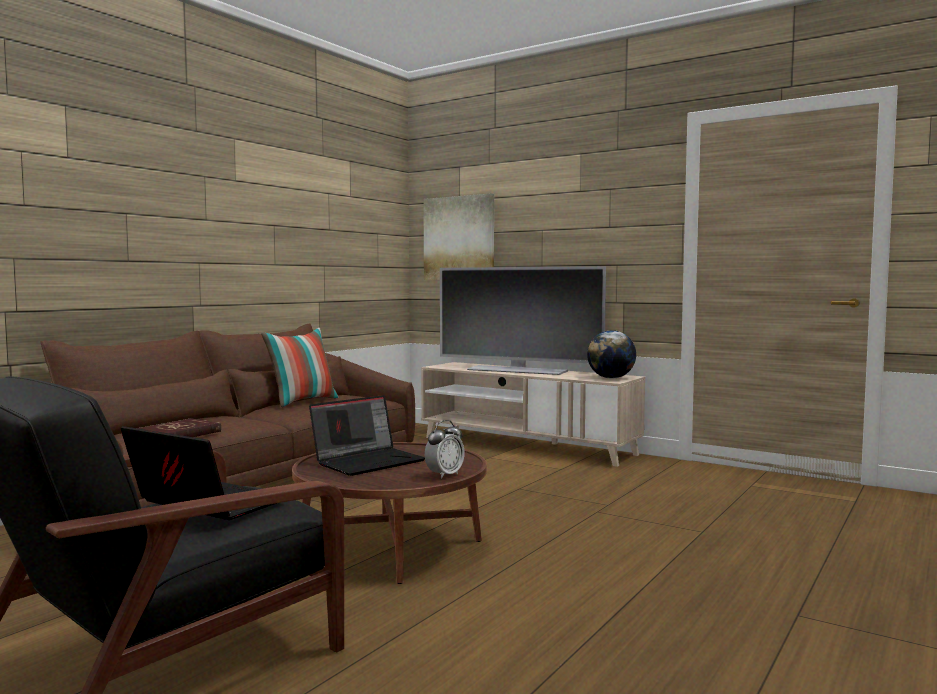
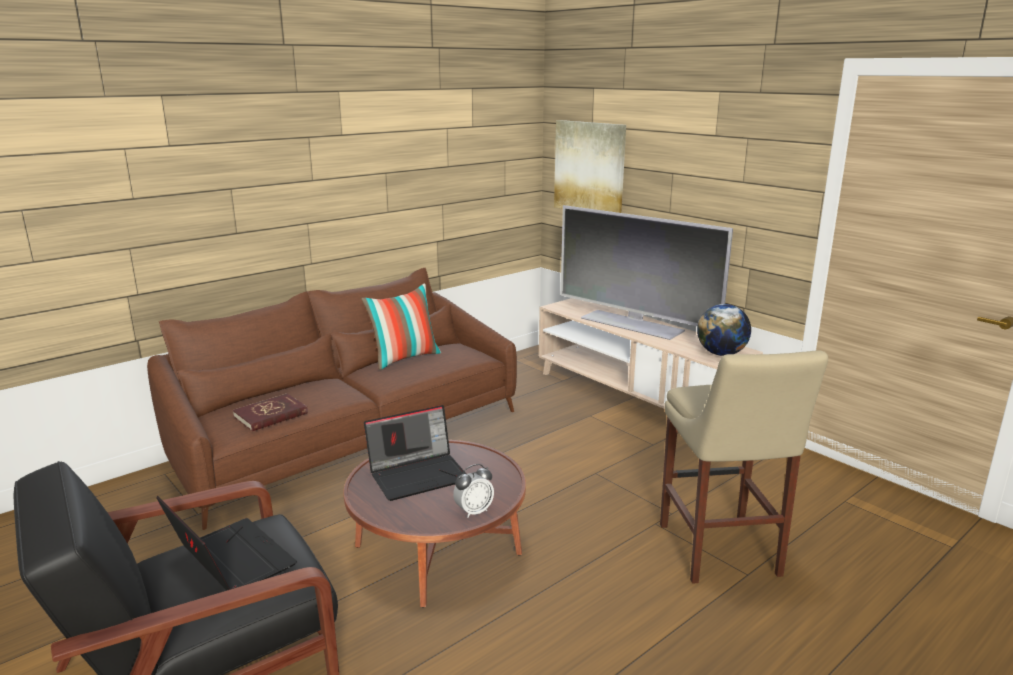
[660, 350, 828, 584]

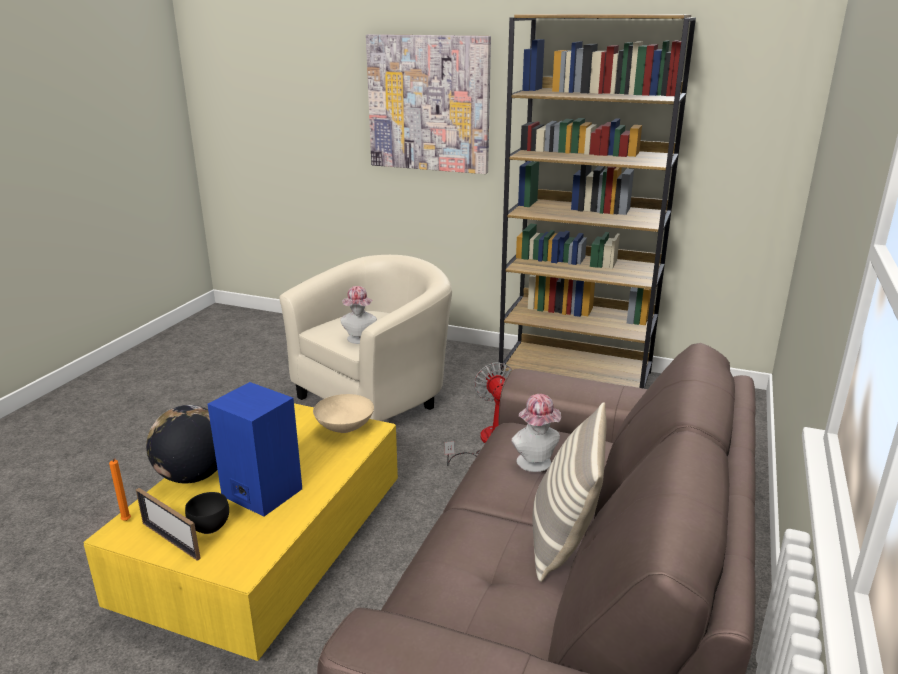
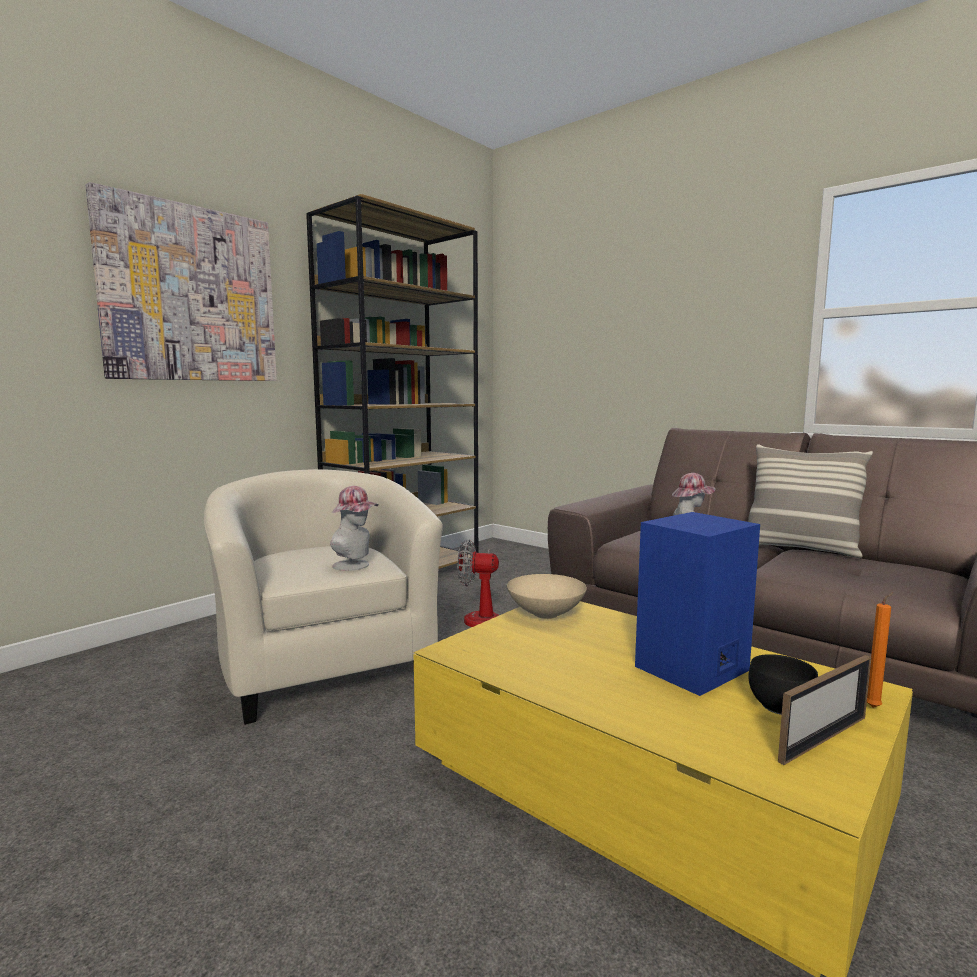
[146, 405, 218, 483] (first image)
[867, 592, 894, 708]

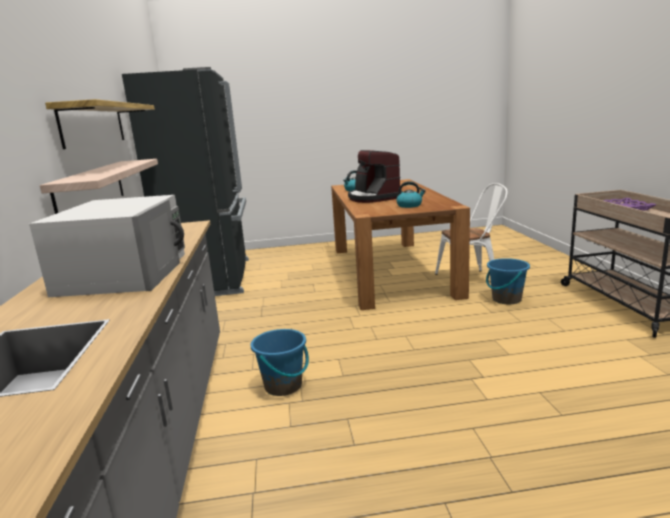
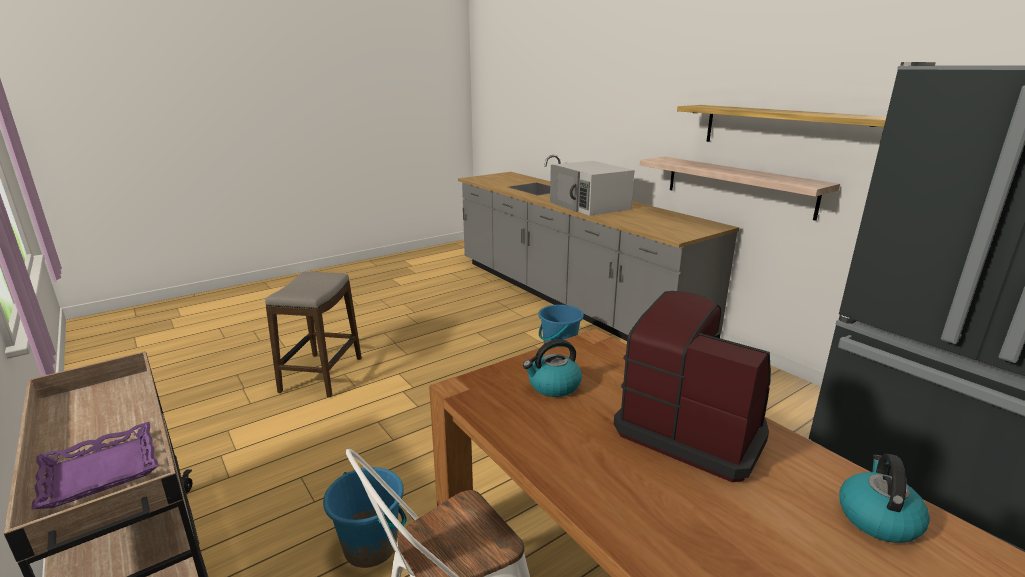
[265, 272, 362, 397]

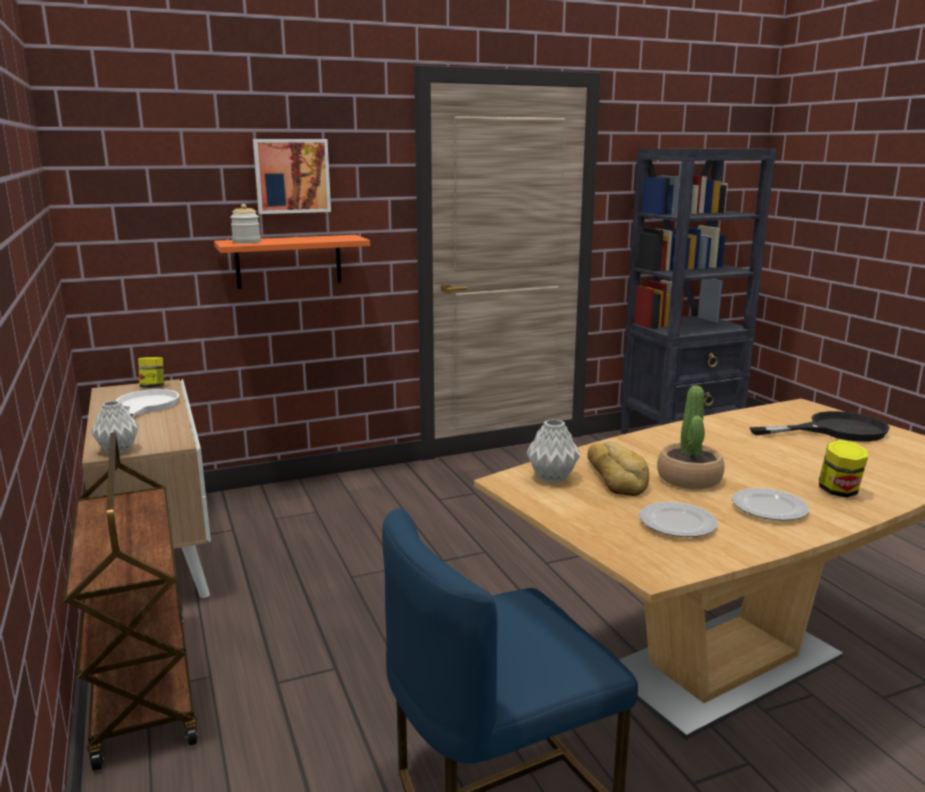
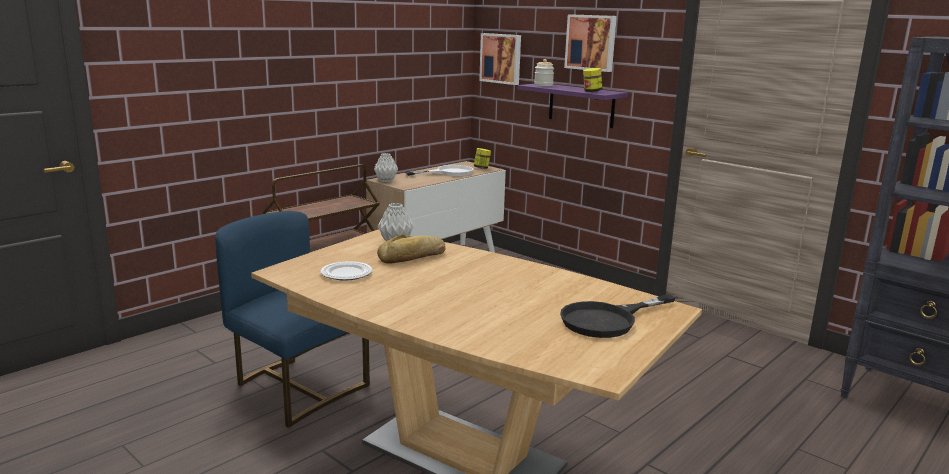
[518, 84, 628, 128]
[657, 386, 724, 489] (first image)
[560, 294, 676, 338]
[583, 68, 602, 92]
[732, 488, 810, 521] (first image)
[479, 33, 521, 85]

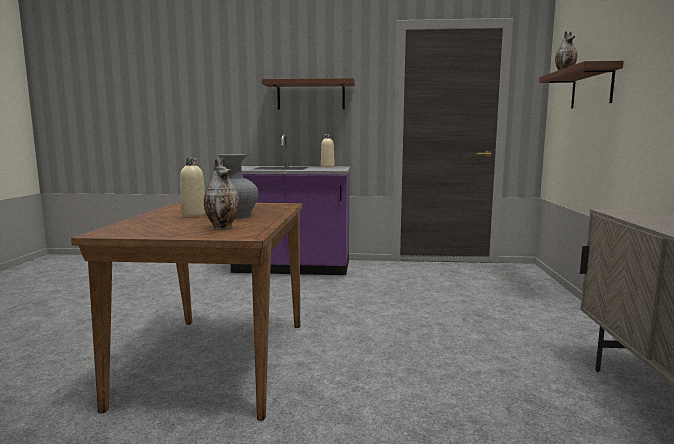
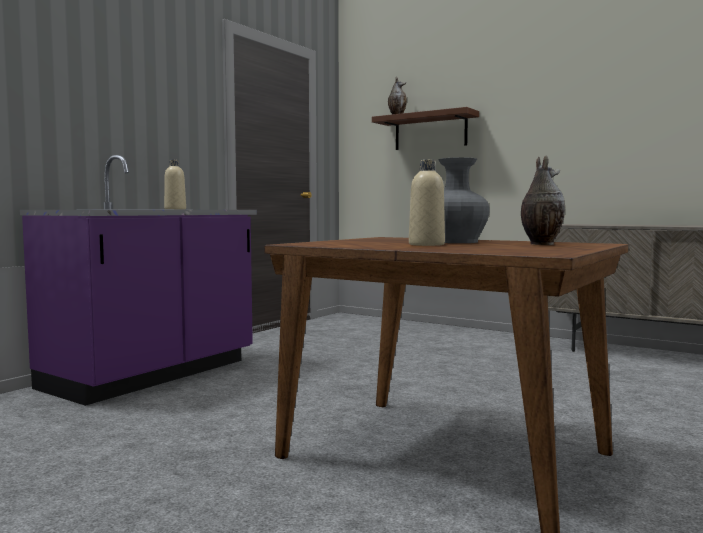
[262, 78, 355, 109] (first image)

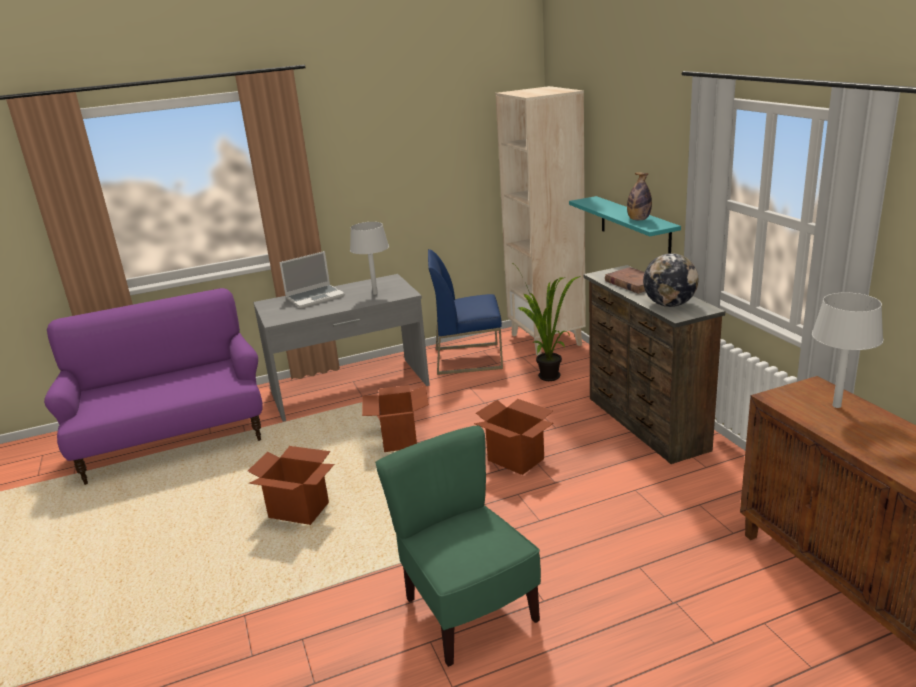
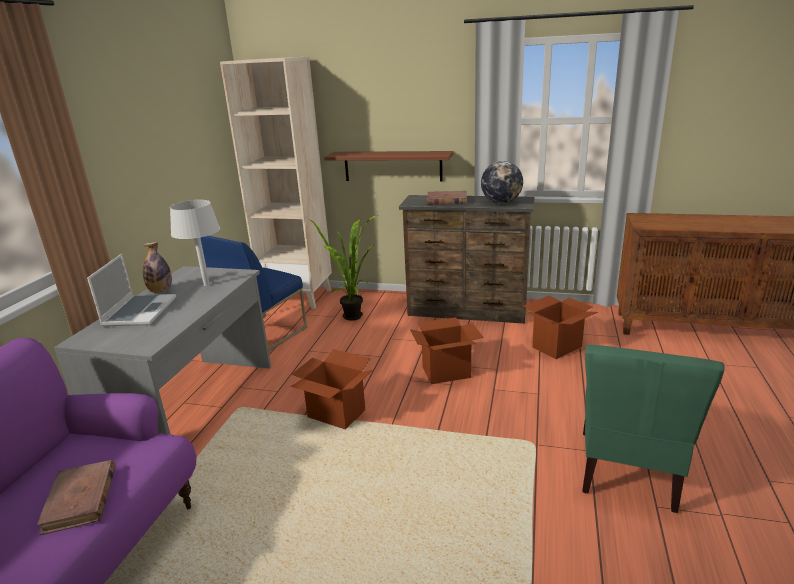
[143, 242, 172, 293]
[324, 151, 453, 182]
[812, 293, 883, 408] (first image)
[582, 345, 725, 513]
[524, 295, 598, 359]
[37, 460, 115, 535]

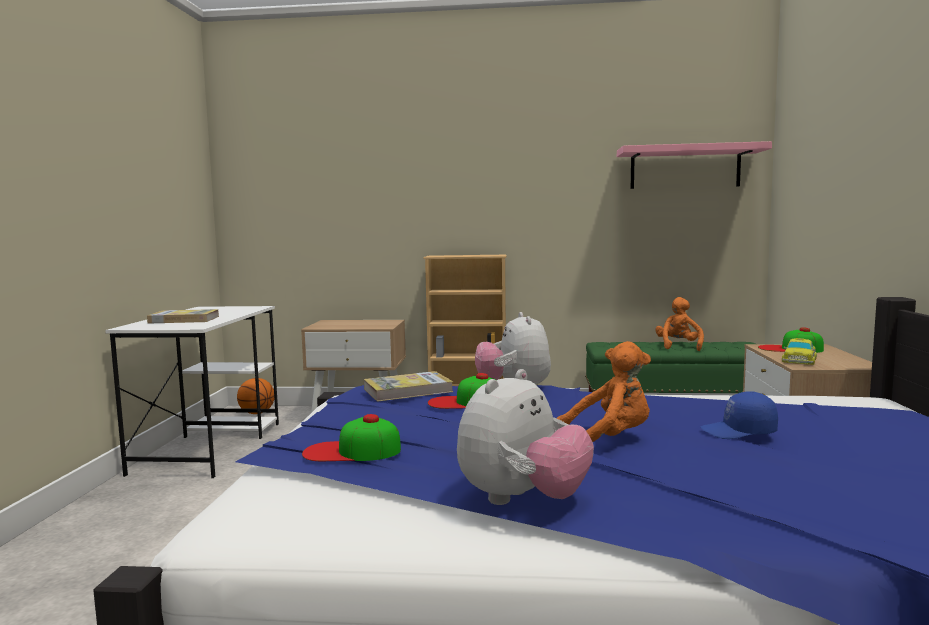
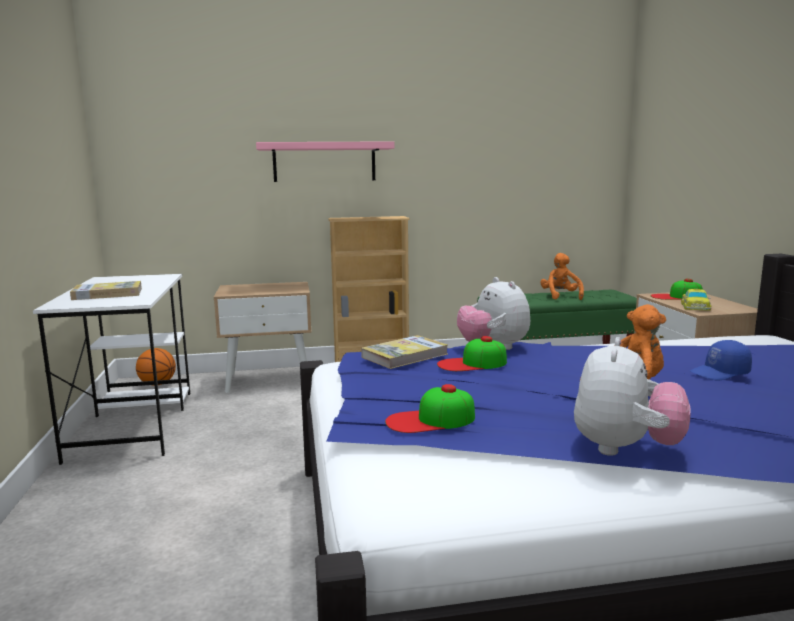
[256, 141, 395, 182]

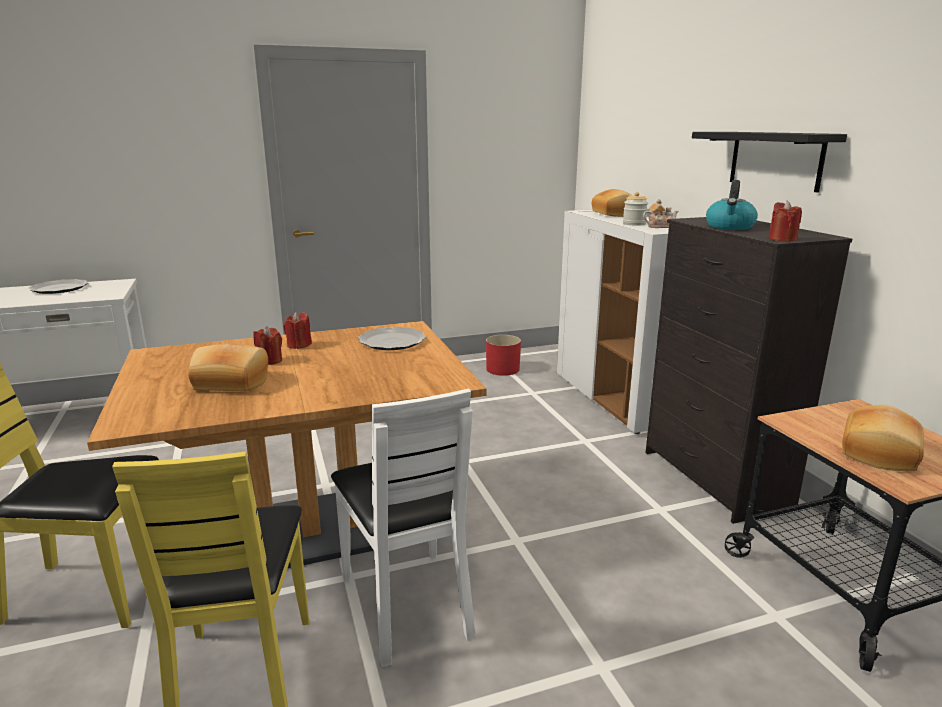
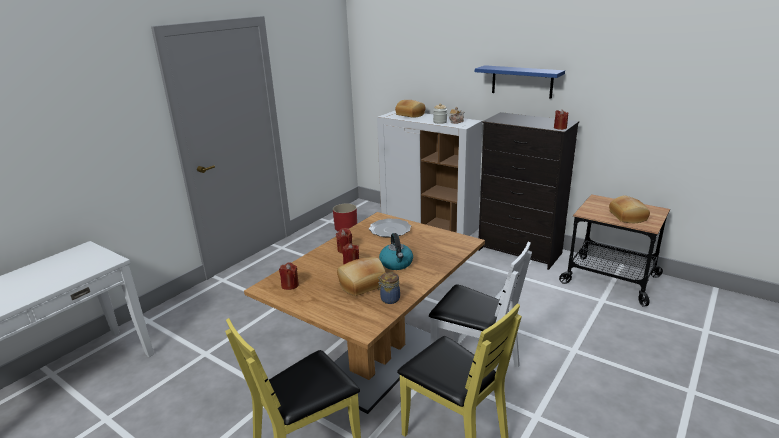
[475, 65, 565, 99]
[379, 233, 413, 270]
[28, 279, 89, 294] (first image)
[279, 262, 299, 290]
[378, 272, 400, 304]

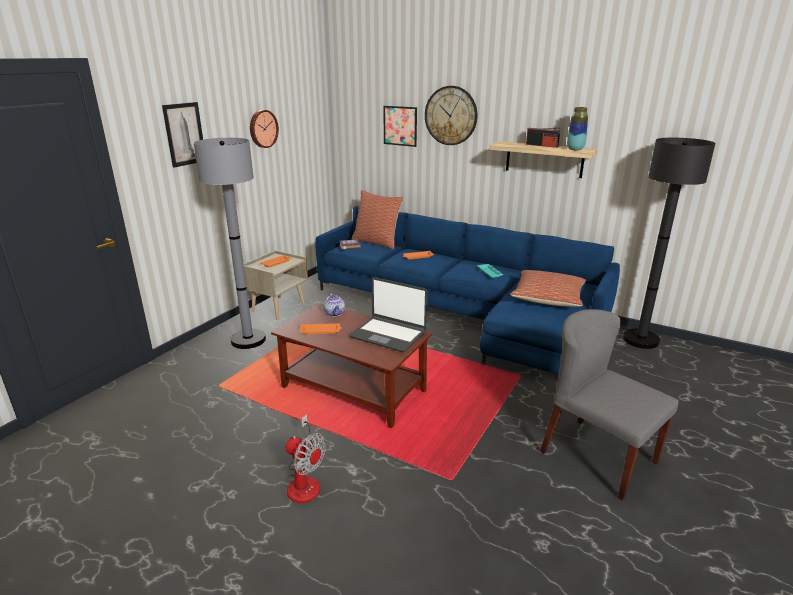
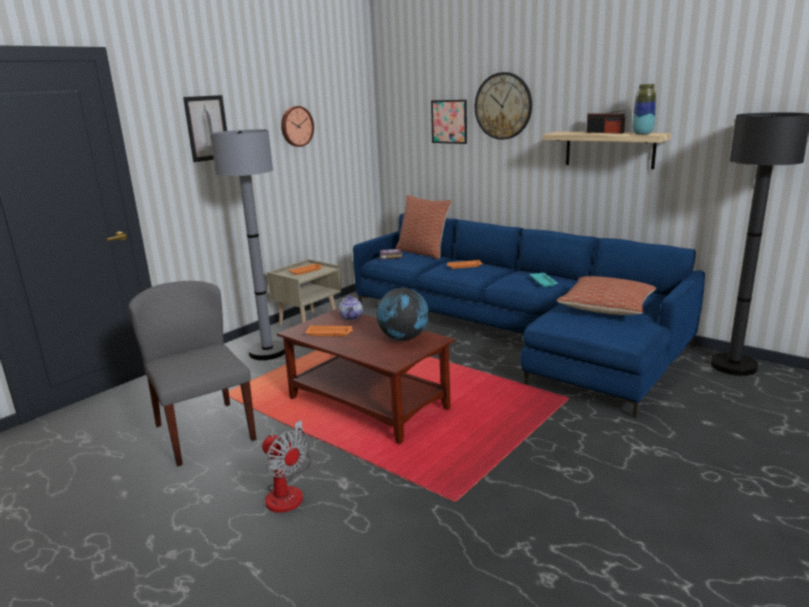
[376, 288, 429, 341]
[129, 281, 256, 466]

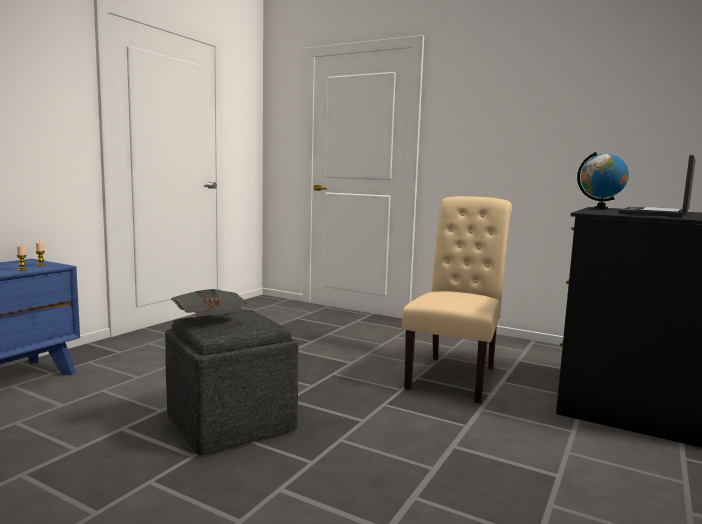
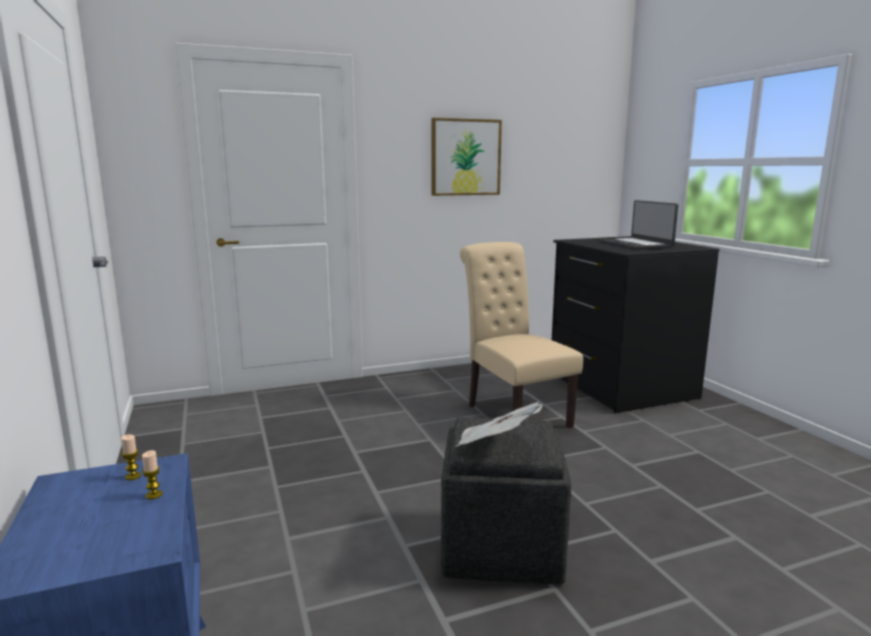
[577, 152, 629, 209] (first image)
[431, 118, 502, 196]

